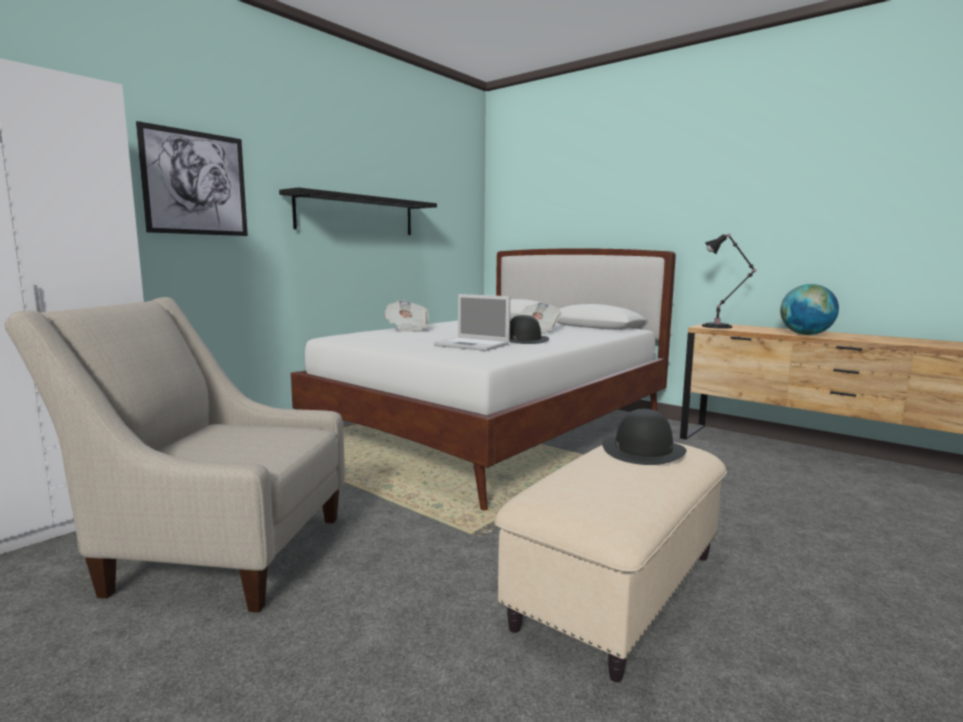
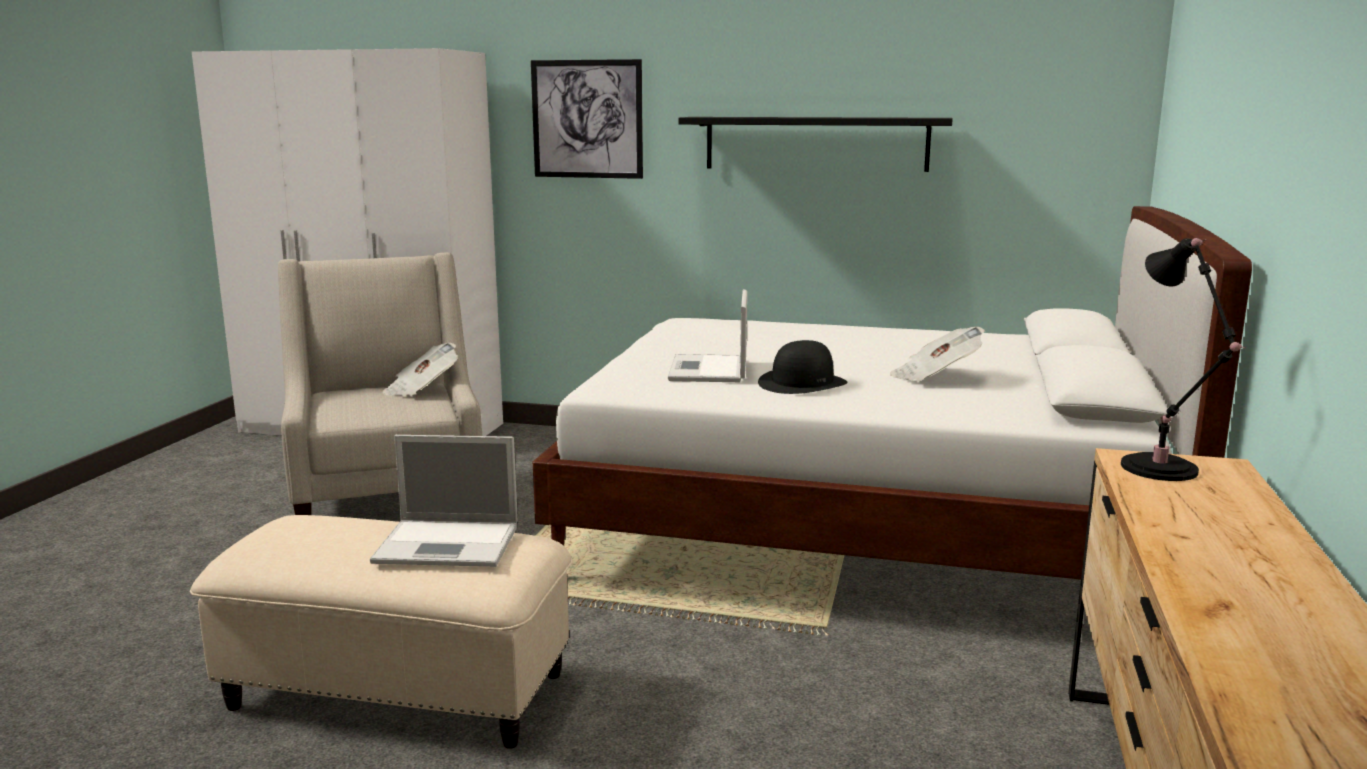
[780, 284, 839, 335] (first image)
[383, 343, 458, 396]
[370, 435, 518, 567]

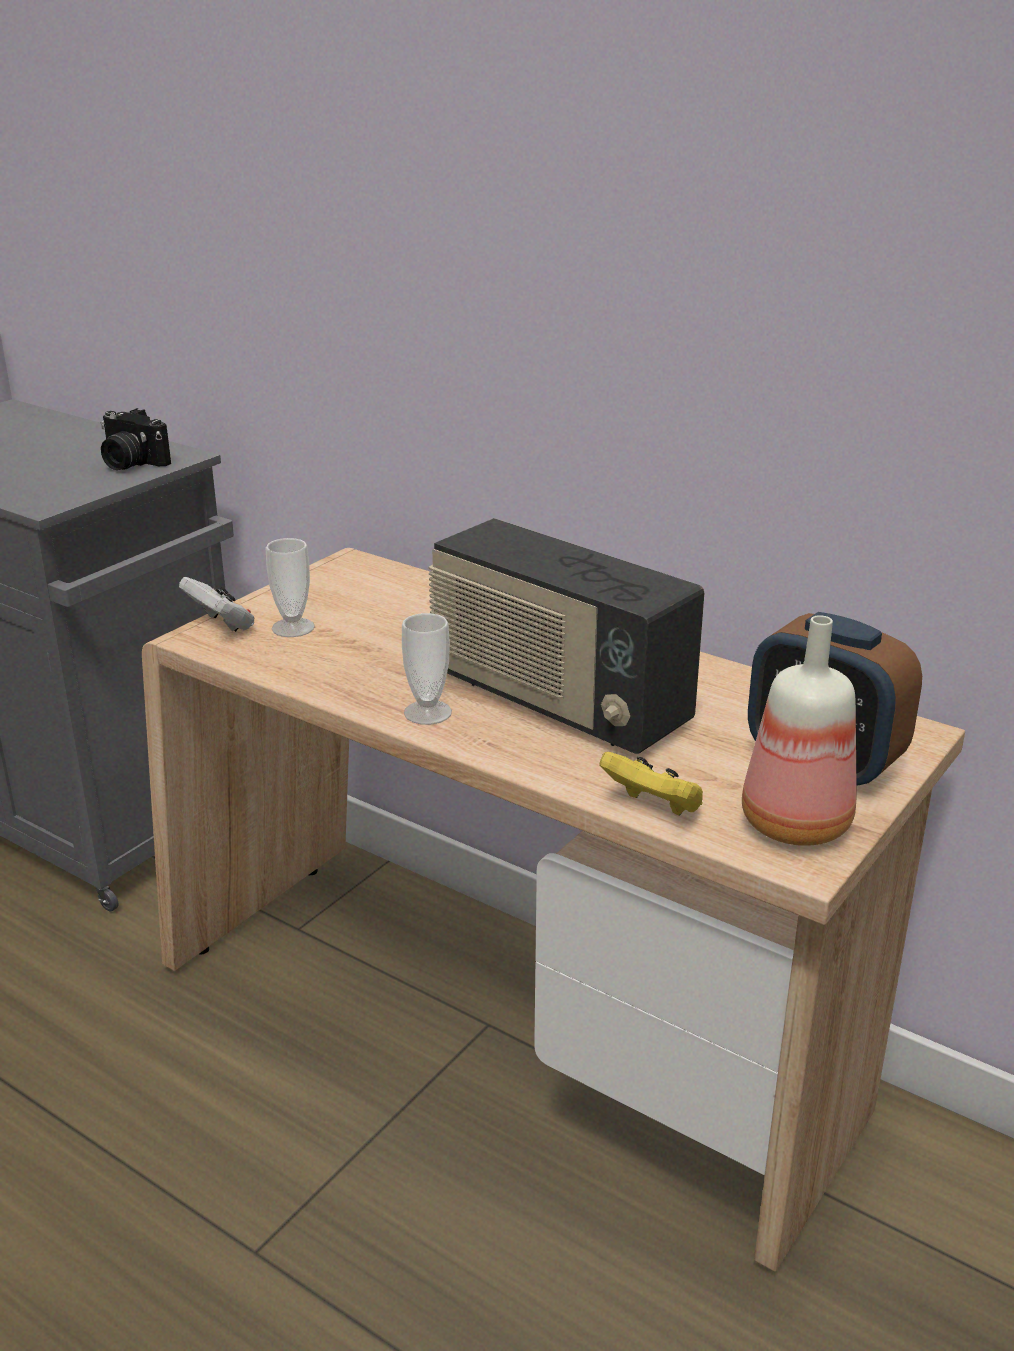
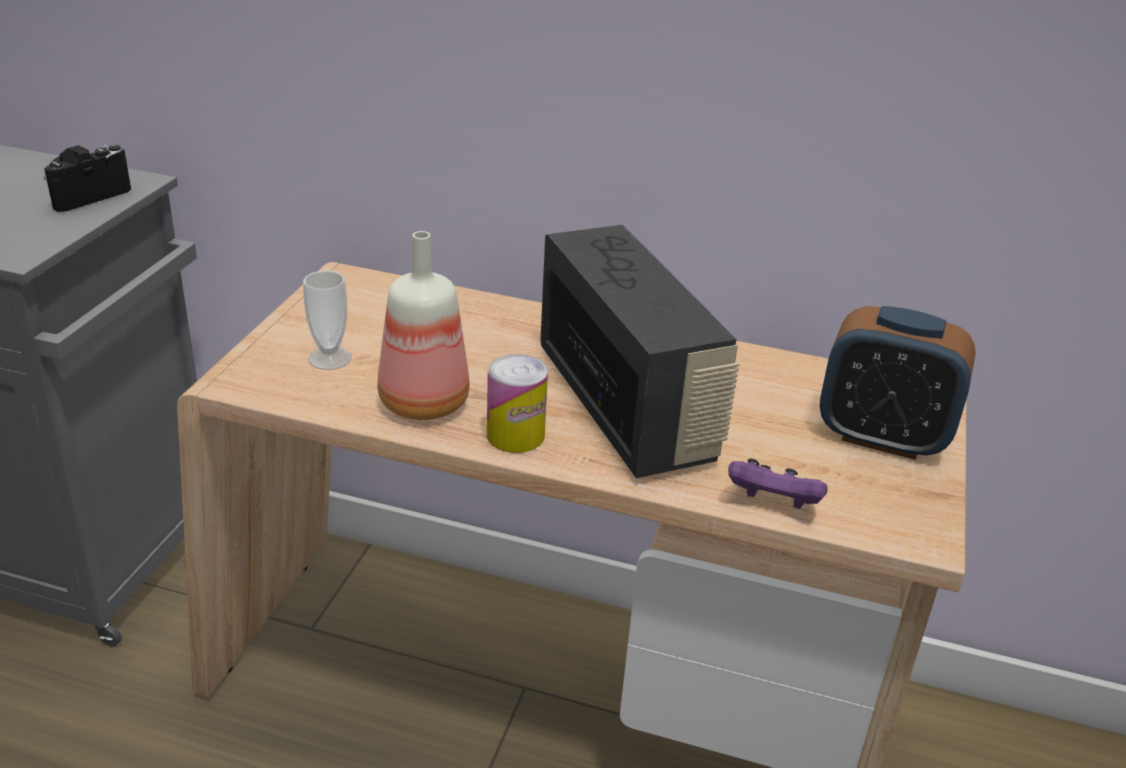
[44, 145, 131, 212]
[540, 225, 739, 478]
[179, 577, 255, 632] (first image)
[487, 354, 548, 453]
[378, 231, 470, 420]
[728, 458, 828, 509]

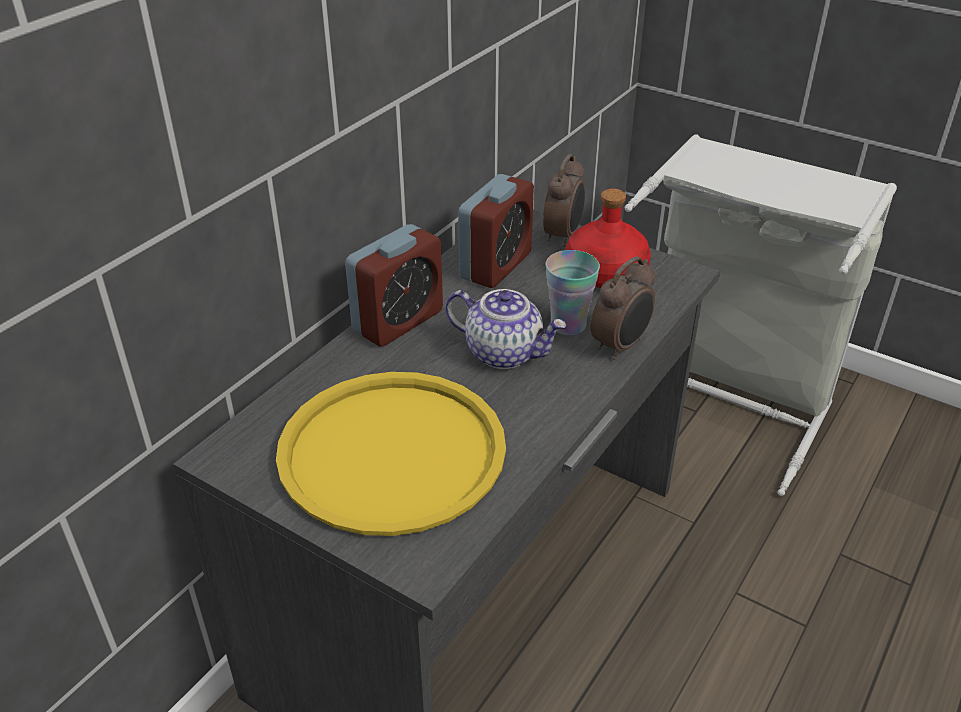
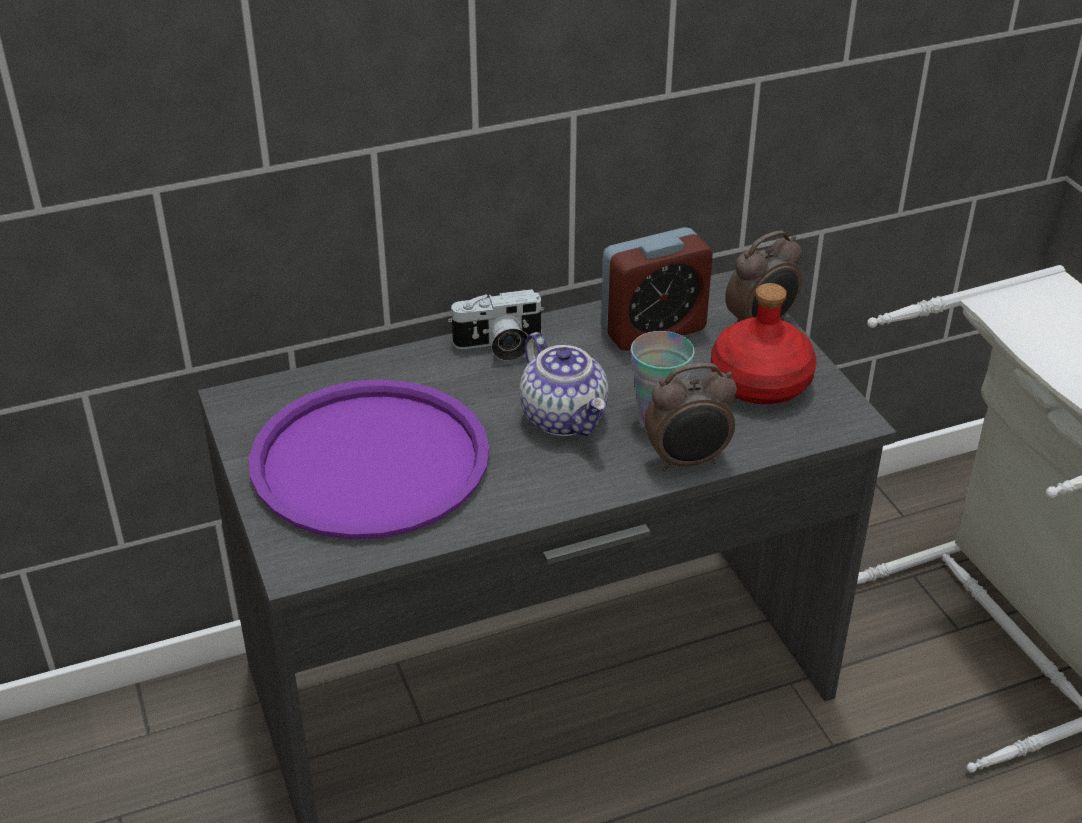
[448, 289, 544, 361]
[249, 379, 489, 540]

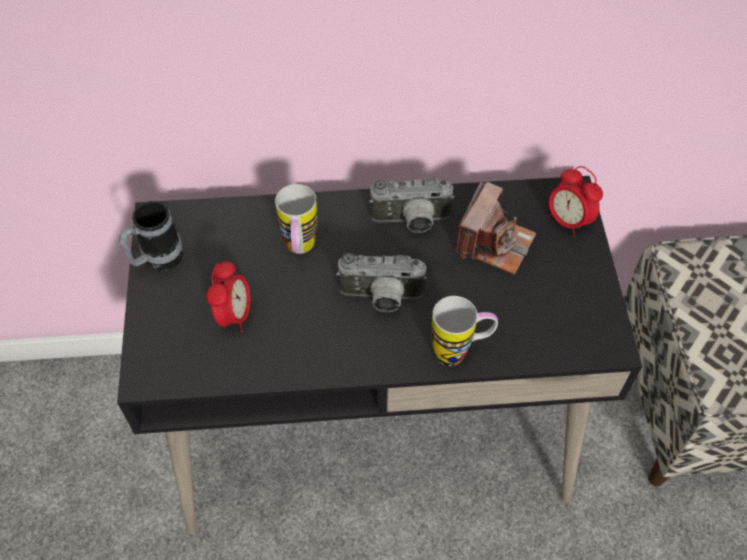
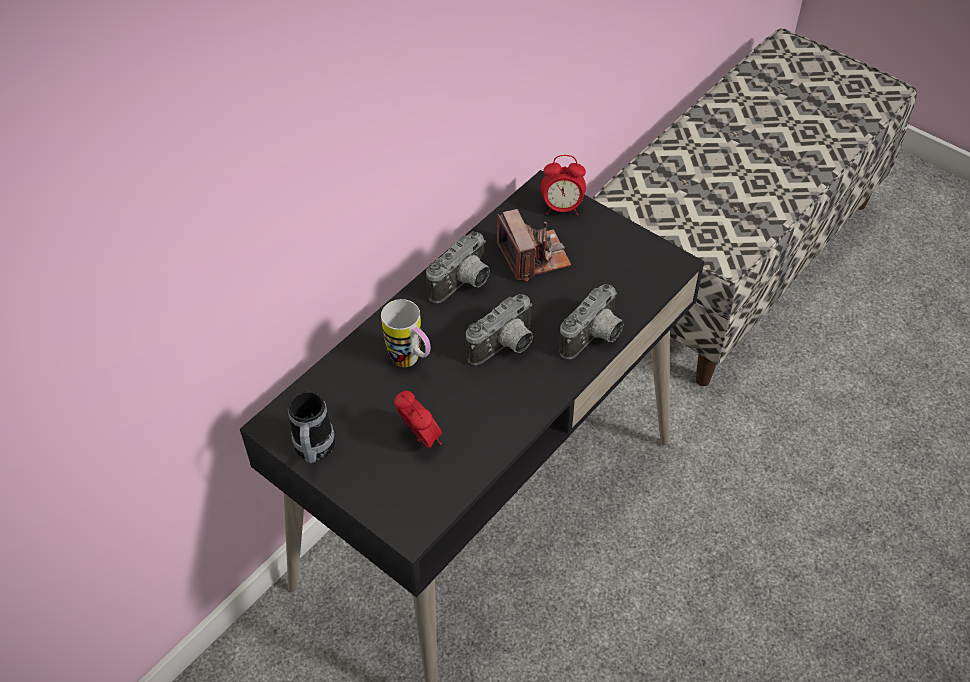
[559, 284, 624, 359]

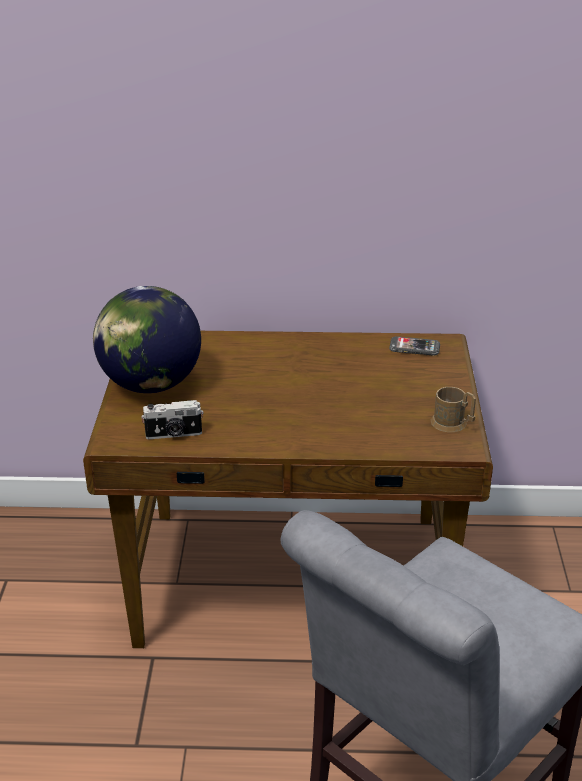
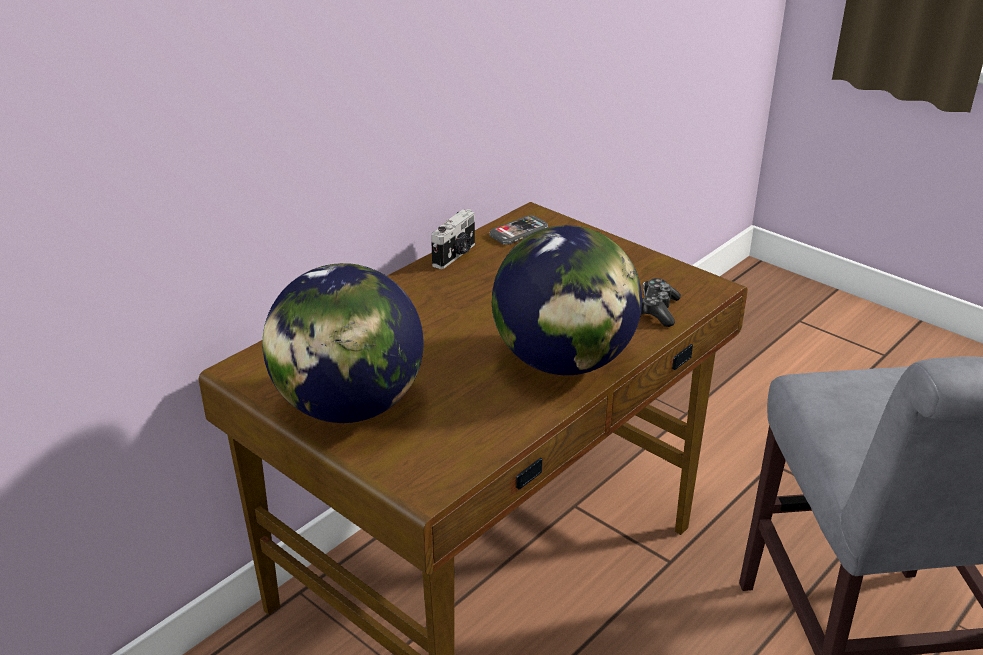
[431, 387, 476, 432] (first image)
[431, 209, 475, 269]
[492, 225, 642, 375]
[641, 278, 681, 327]

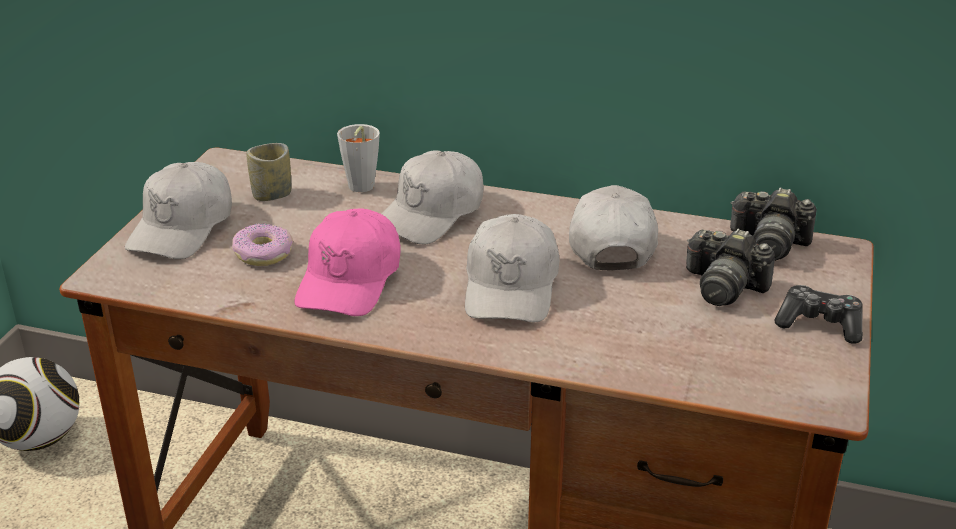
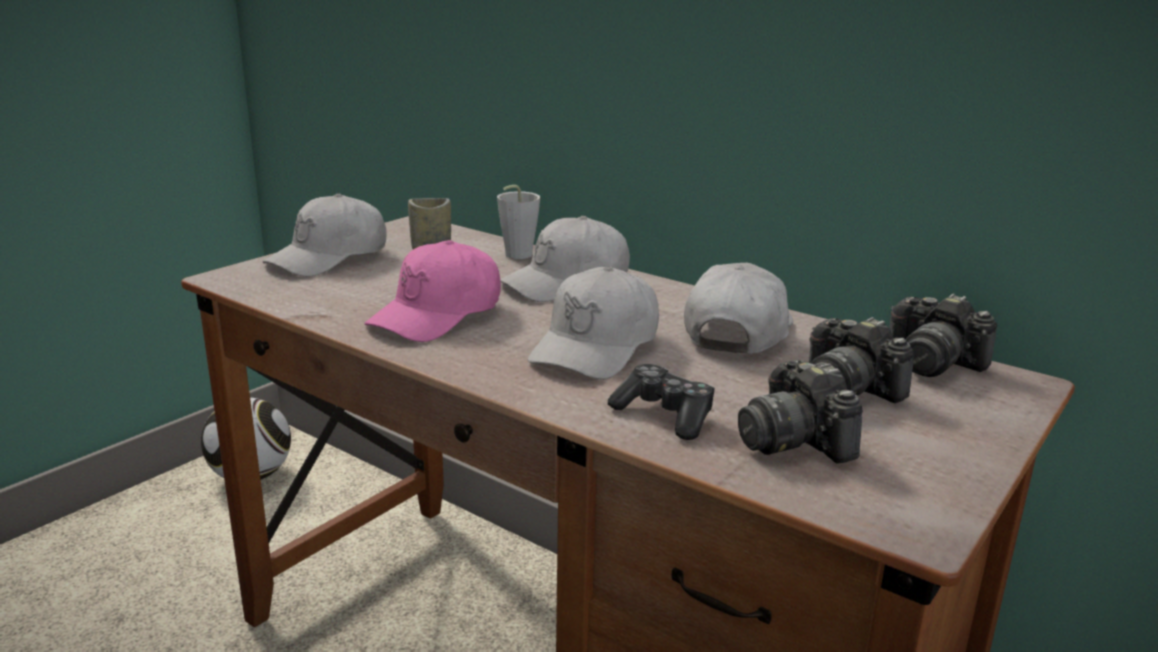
[232, 223, 293, 266] (first image)
[608, 364, 715, 440]
[738, 359, 863, 464]

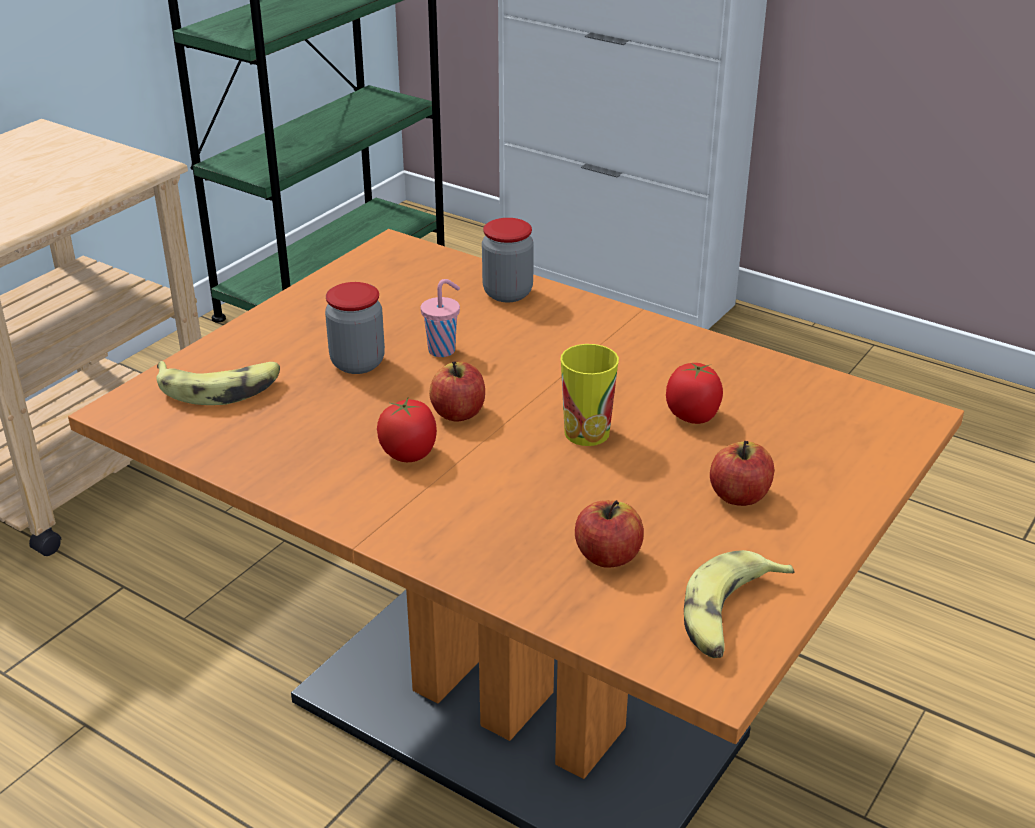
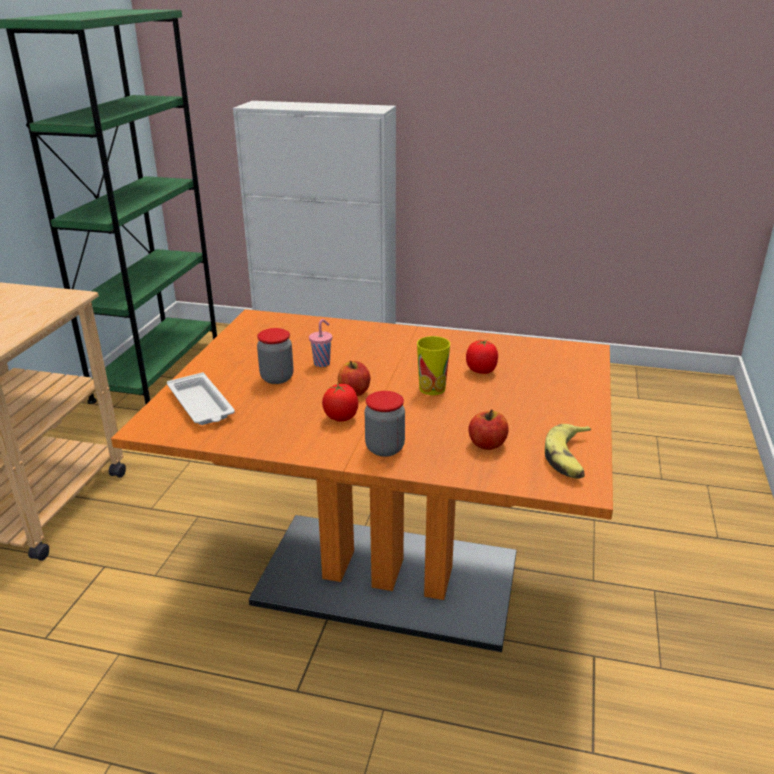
[365, 391, 405, 457]
[167, 372, 235, 425]
[710, 441, 774, 506] (first image)

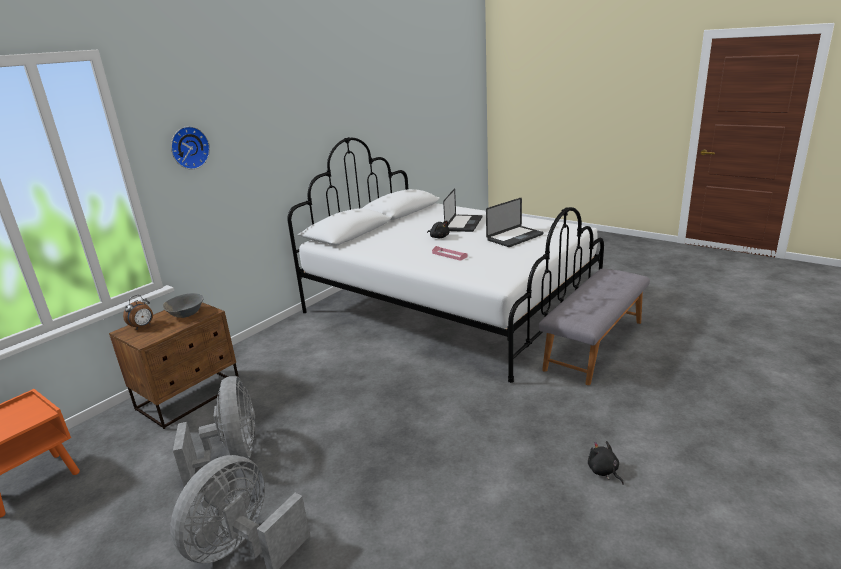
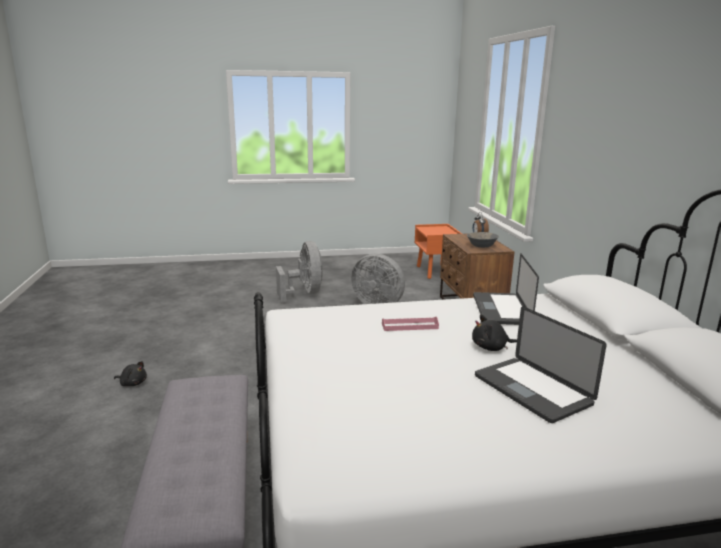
[171, 126, 210, 170] (first image)
[473, 253, 539, 325]

